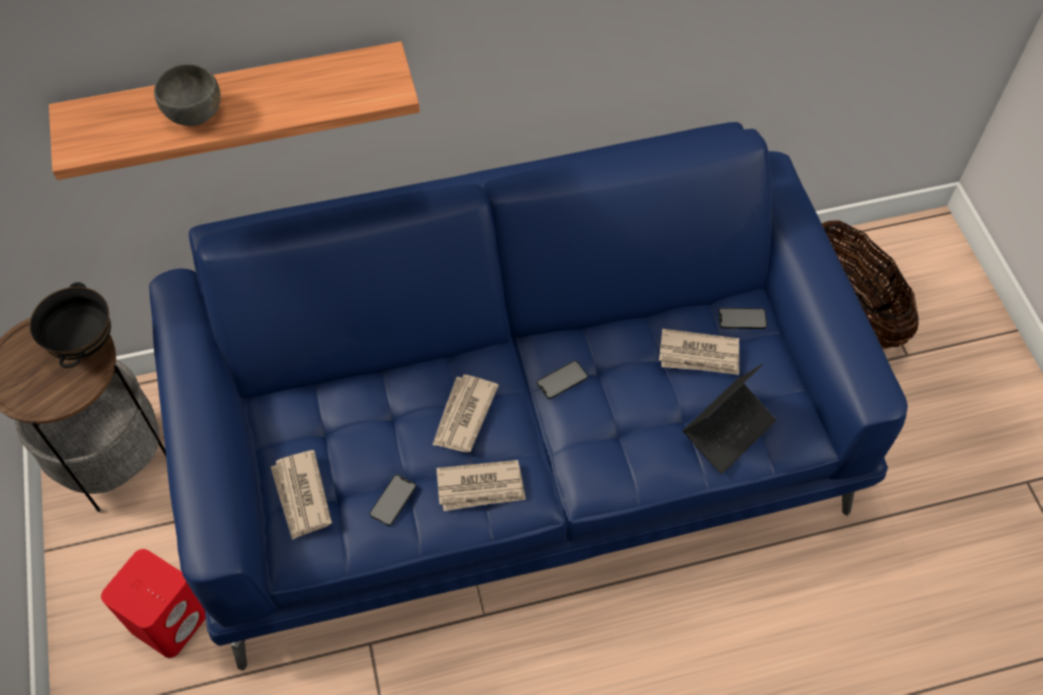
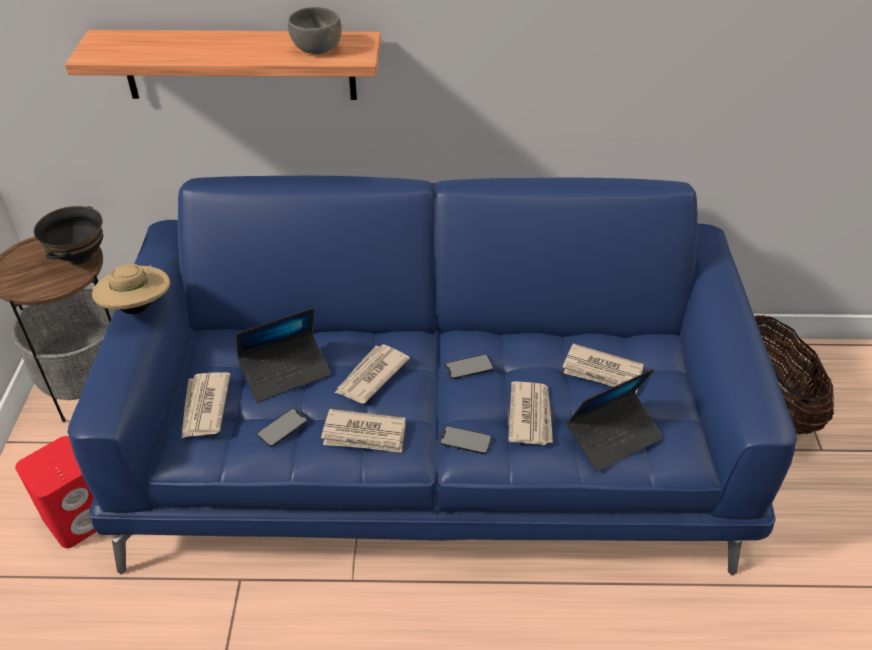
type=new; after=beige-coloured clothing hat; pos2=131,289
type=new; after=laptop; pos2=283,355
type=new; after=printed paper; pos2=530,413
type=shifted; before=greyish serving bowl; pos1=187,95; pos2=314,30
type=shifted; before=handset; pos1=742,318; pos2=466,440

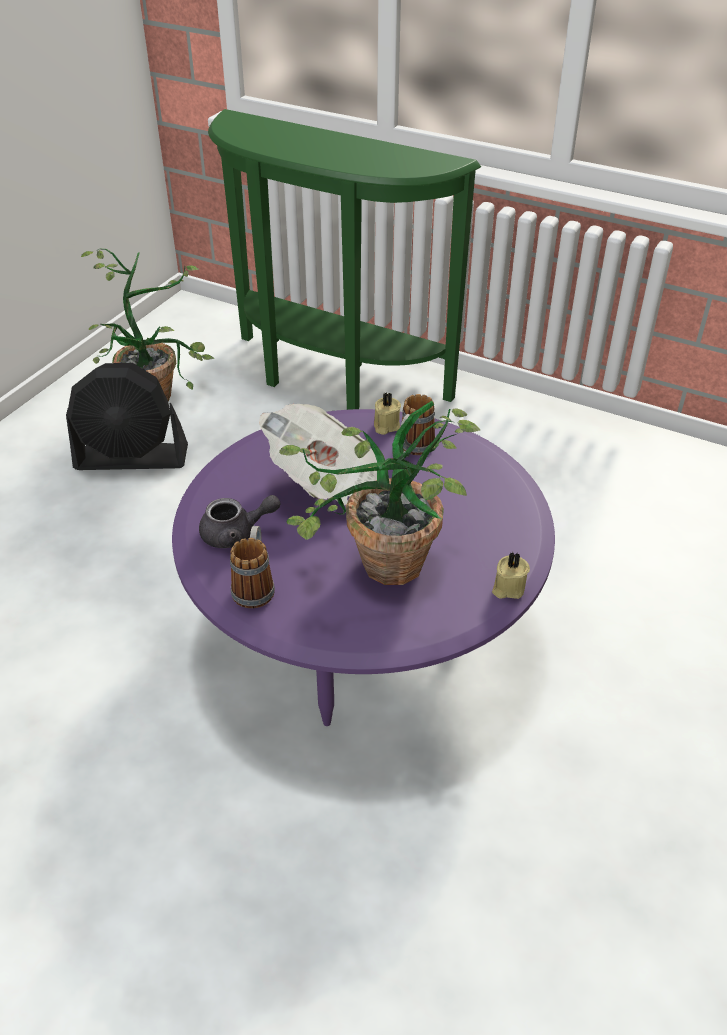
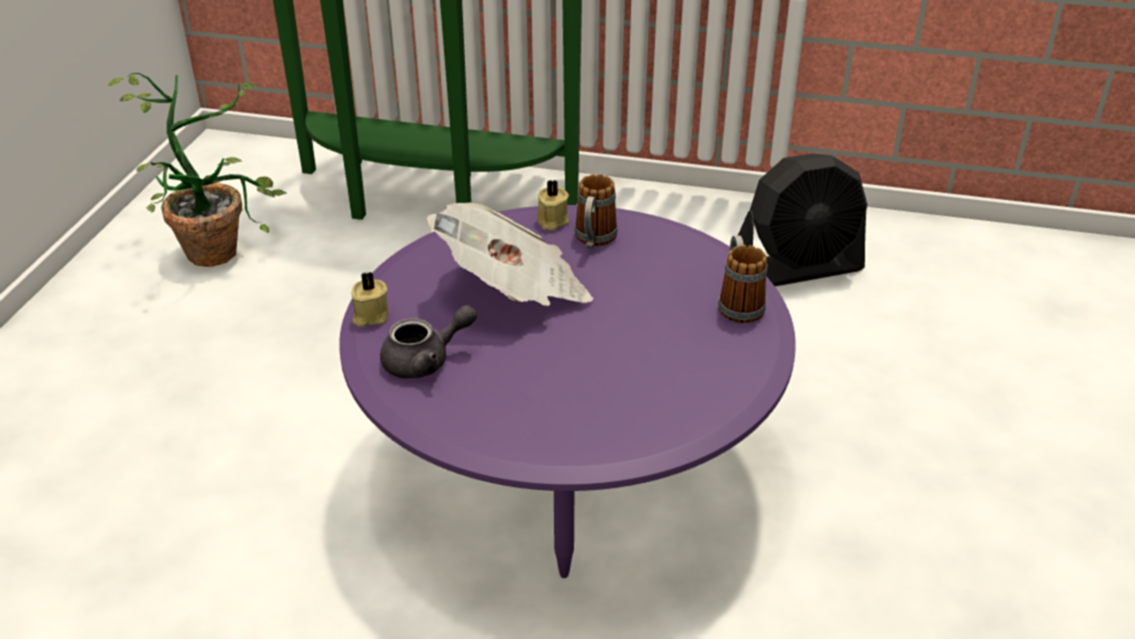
type=gone; before=potted plant; pos1=379,493
type=shifted; before=black-coloured cooling fan; pos1=127,416; pos2=803,219
type=shifted; before=tea mug; pos1=252,567; pos2=742,279
type=shifted; before=beige-coloured wax candle; pos1=511,575; pos2=369,299

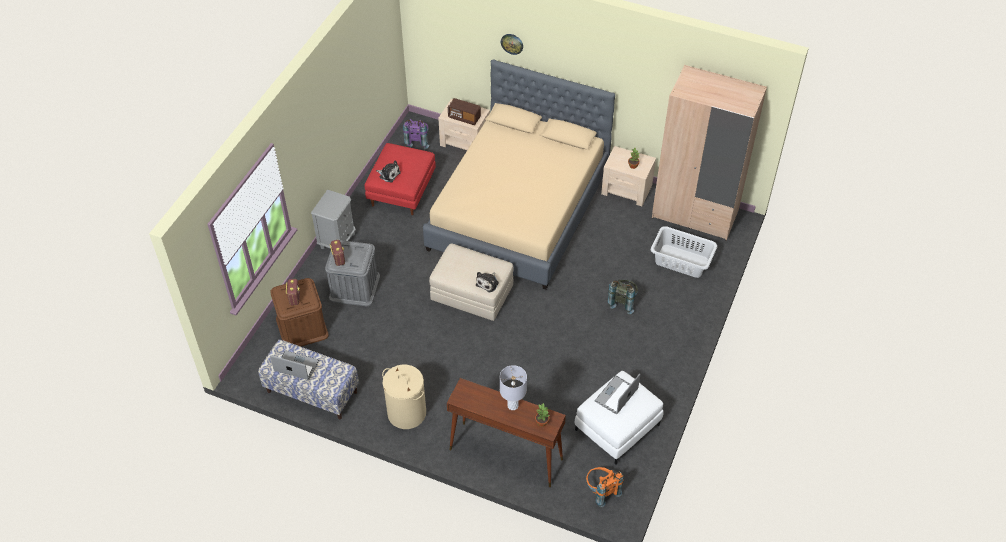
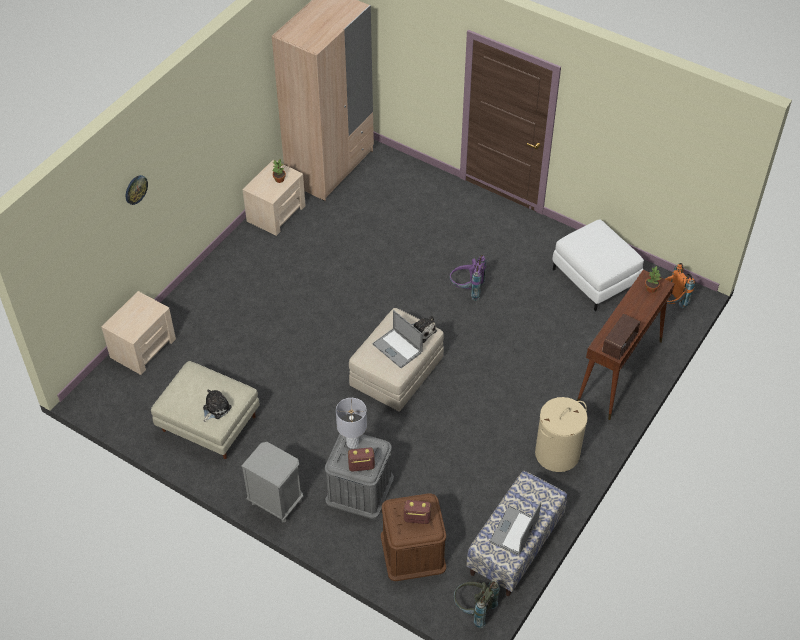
type=gone; before=beige-coloured bed; pos1=519,175
type=gone; before=greyish washing basket; pos1=684,252
type=shifted; before=purplish backpack; pos1=416,134; pos2=467,278
type=shifted; before=radio set; pos1=464,111; pos2=621,337
type=shifted; before=greyish tabletop lamp; pos1=513,387; pos2=351,423
type=shifted; before=laptop; pos1=617,394; pos2=397,339
type=shifted; before=greyish backpack; pos1=623,297; pos2=477,604
type=repainted; before=red pouffe; after=beige-coloured pouffe; pos1=400,179; pos2=205,410

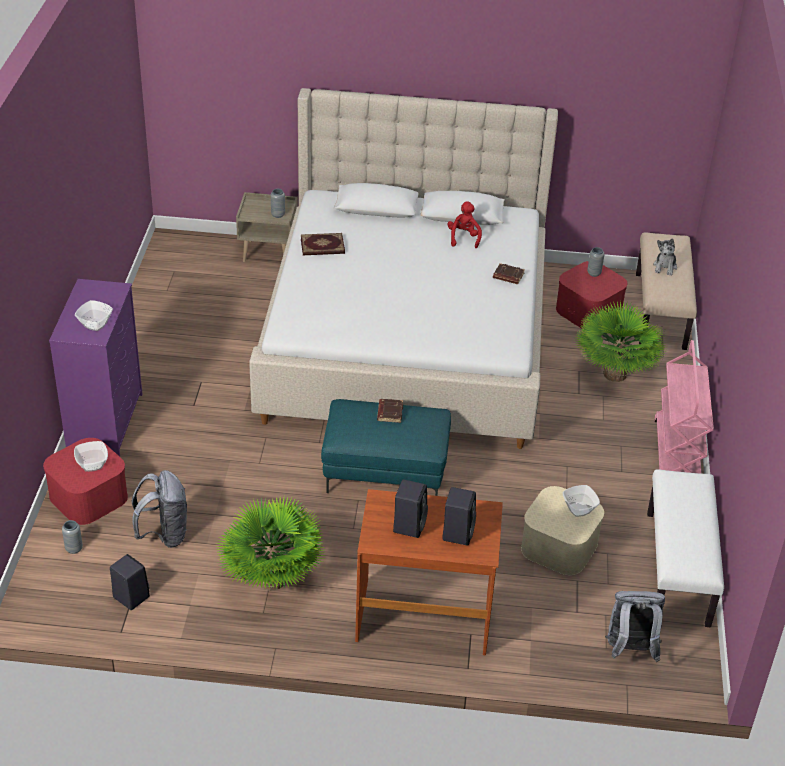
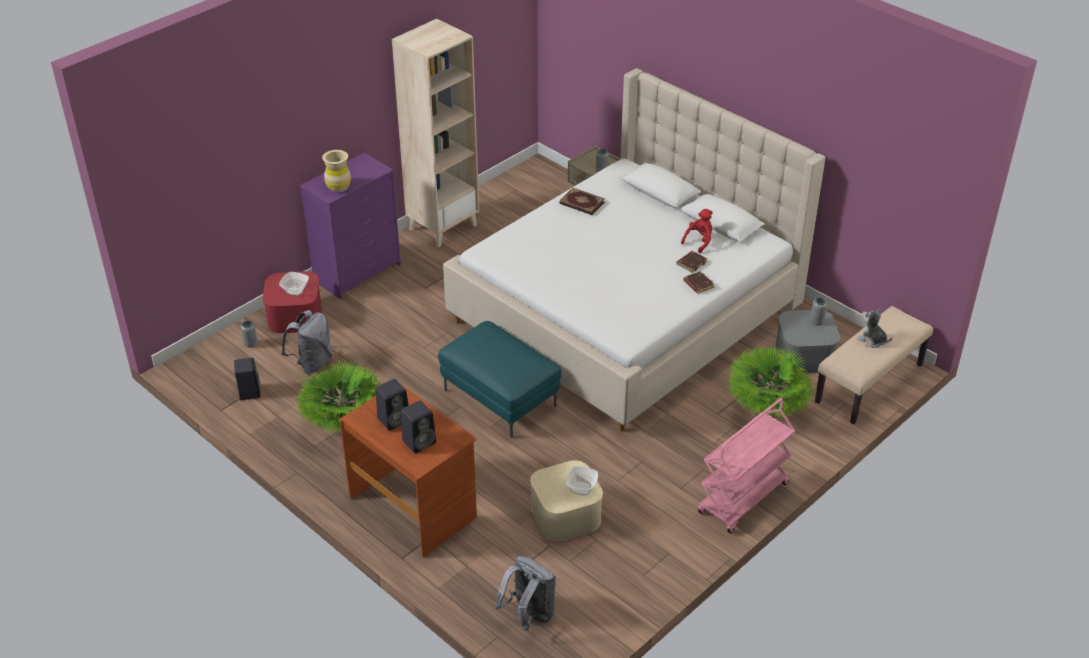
type=gone; before=whitish indoor bench; pos1=685,548
type=new; after=beige-coloured bookshelf; pos2=435,133
type=shifted; before=brownish book; pos1=390,411; pos2=692,262
type=swapped; before=serving bowl; after=beige-coloured flower vase; pos1=94,315; pos2=336,171
type=repainted; before=red storage box; after=greyish storage box; pos1=592,295; pos2=807,342
type=rotated; before=plush toy; pos1=665,257; pos2=874,328; turn=75

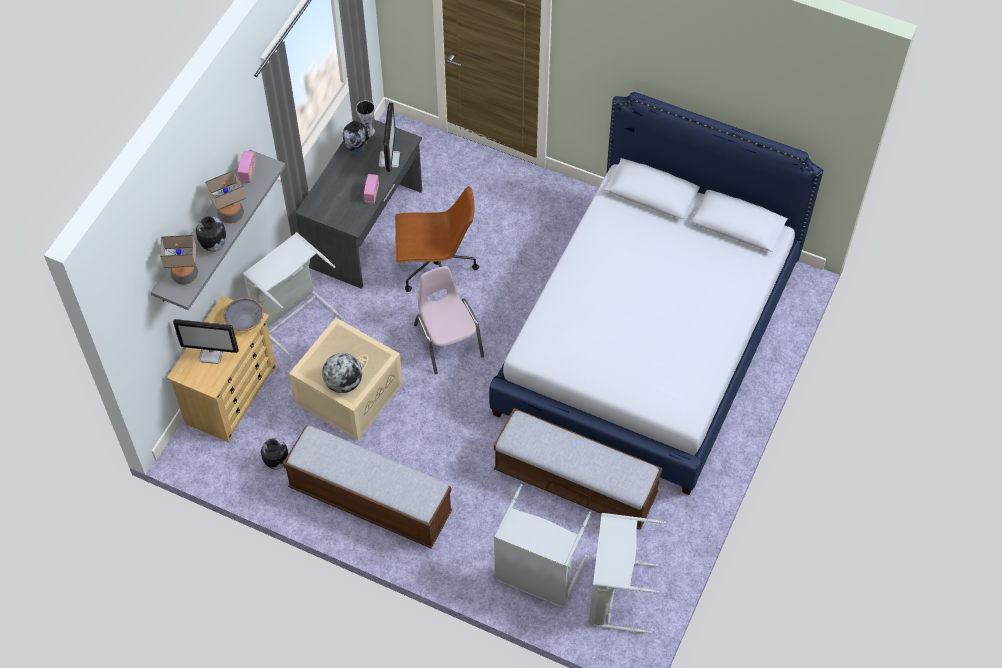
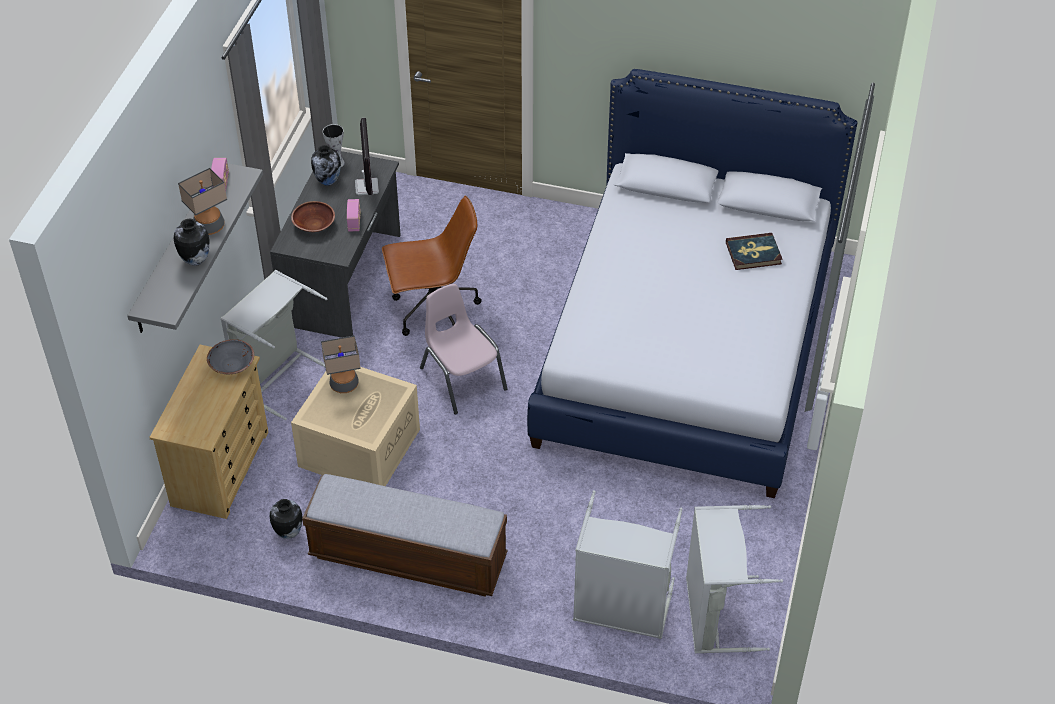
type=gone; before=computer screen; pos1=206,341
type=gone; before=world globe; pos1=342,373
type=gone; before=indoor bench; pos1=578,469
type=new; after=brownish serving bowl; pos2=313,216
type=new; after=book; pos2=754,251
type=shifted; before=tabletop lamp; pos1=179,260; pos2=341,364

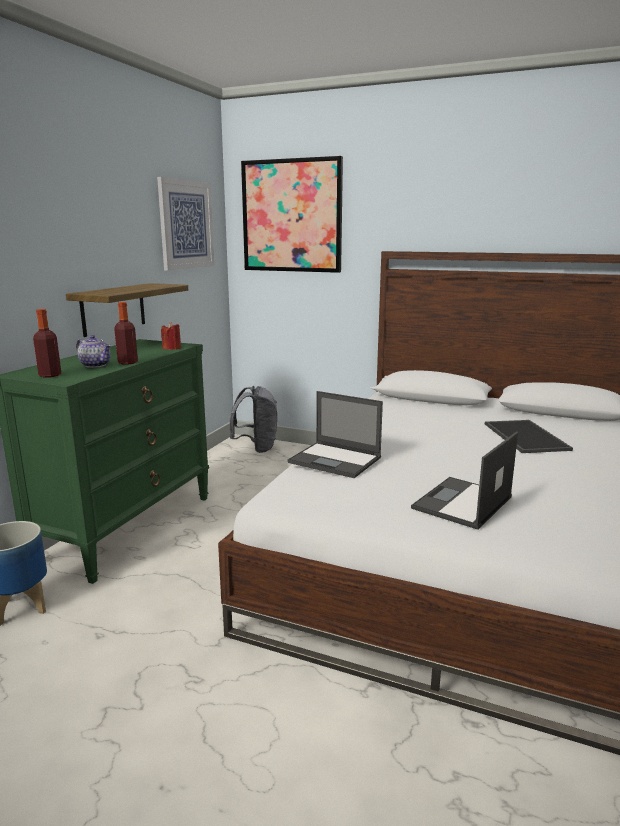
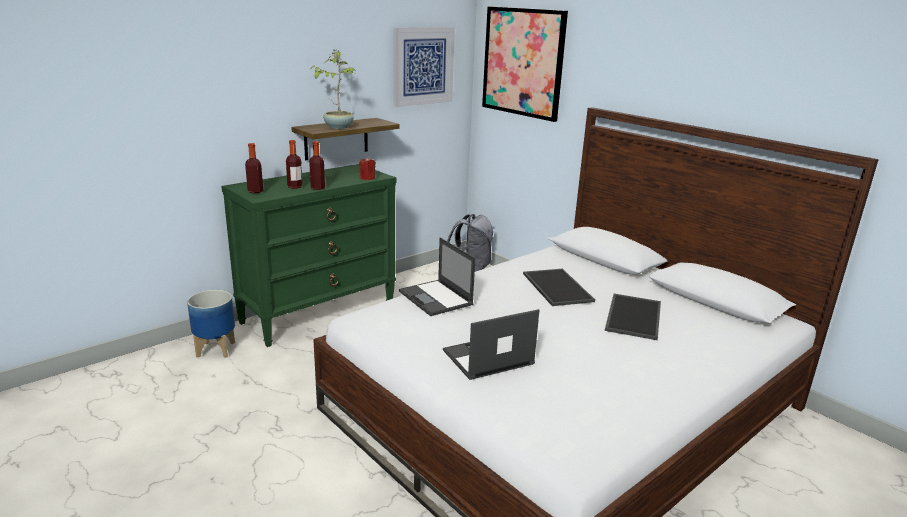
type=new; after=potted plant; pos2=332,89
type=new; after=carrying tray; pos2=559,287
type=swapped; before=pot for tea; after=drink bottle; pos1=93,351; pos2=294,164

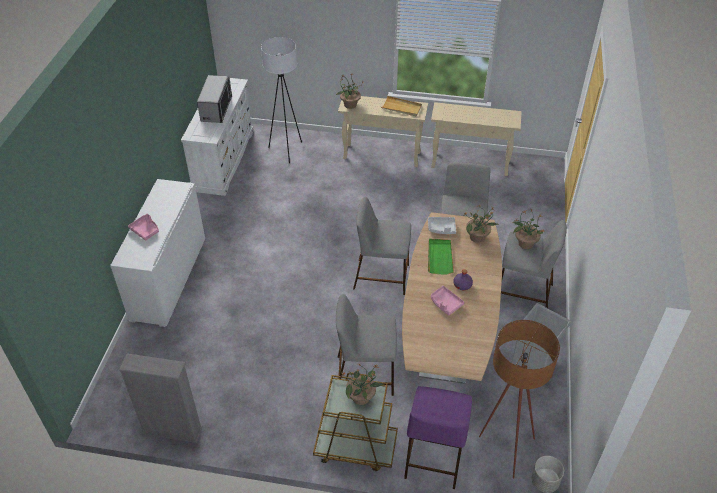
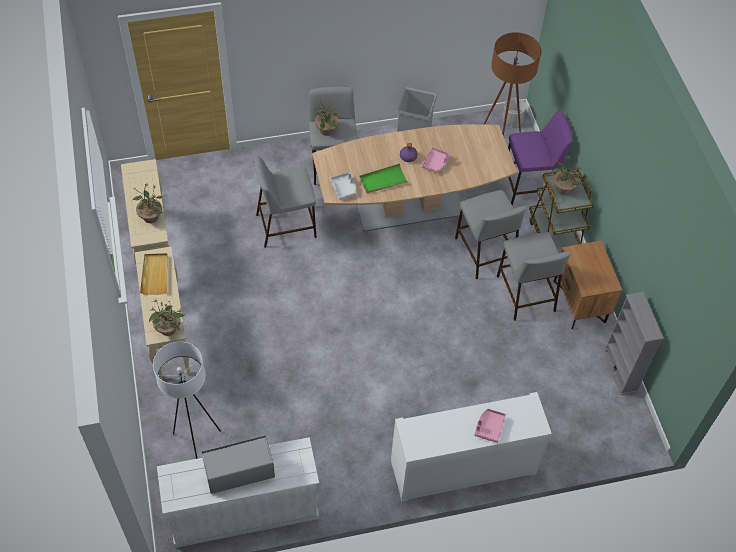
type=new; after=brownish nightstand; pos2=587,285
type=shifted; before=greyish stool seat; pos1=382,246; pos2=534,276
type=shifted; before=potted plant; pos1=481,224; pos2=147,203

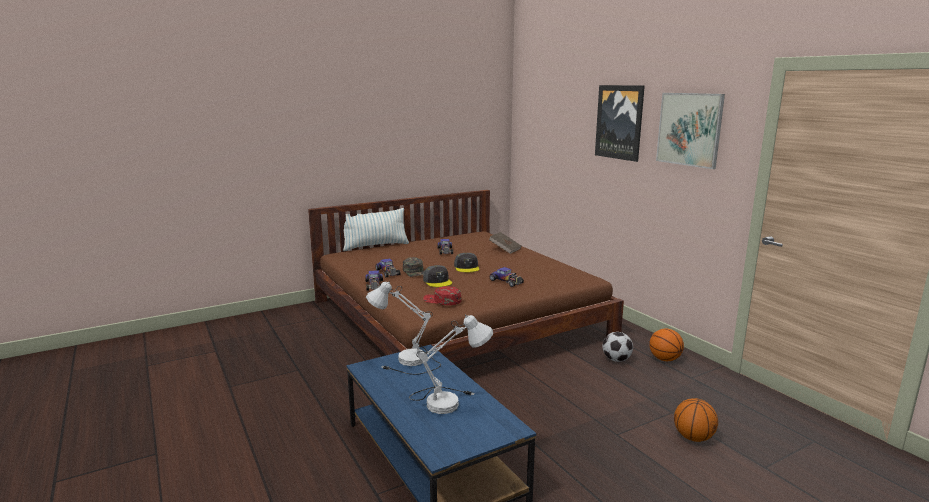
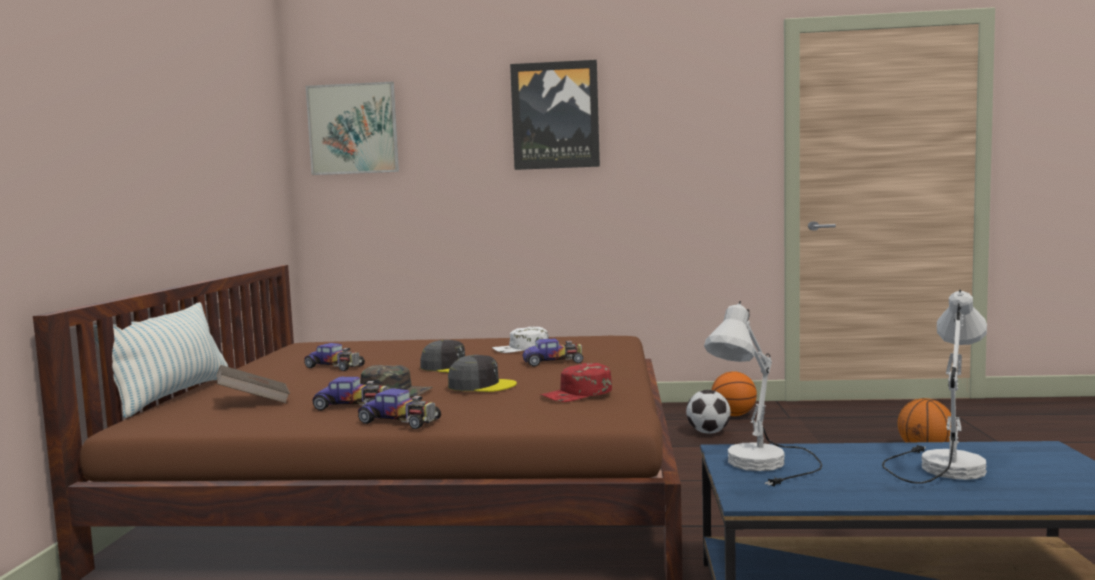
type=new; after=whitish peaked cap; pos2=520,339
type=shifted; before=brownish book; pos1=505,243; pos2=253,384
type=shifted; before=wall picture; pos1=690,131; pos2=352,128

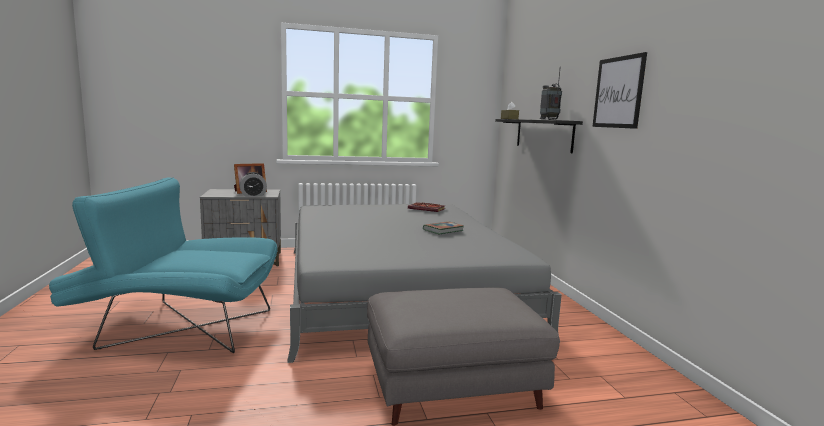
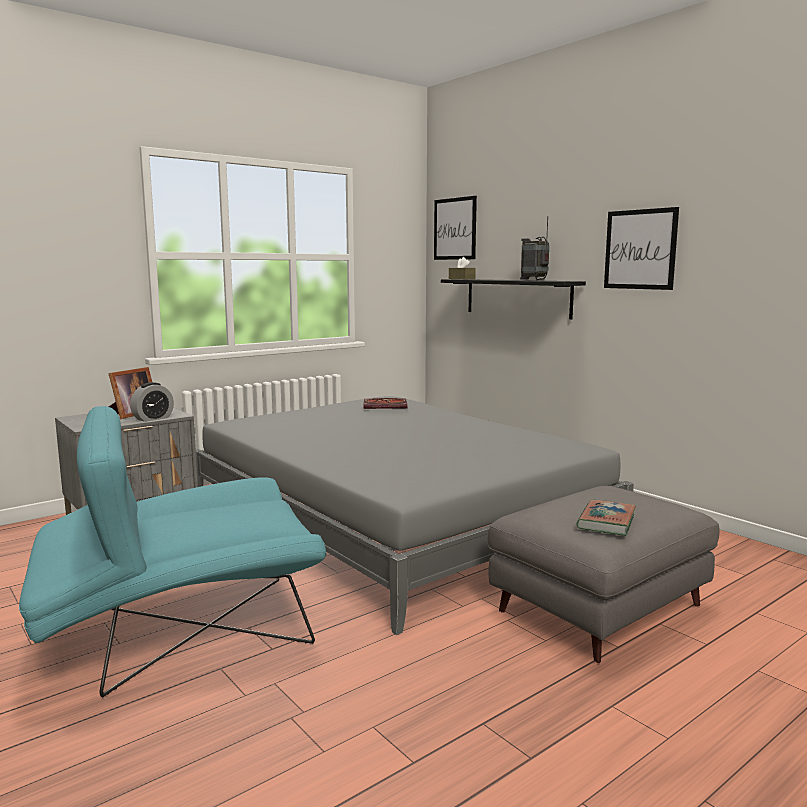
type=new; after=wall picture; pos2=455,228
type=shifted; before=book; pos1=443,227; pos2=606,517

